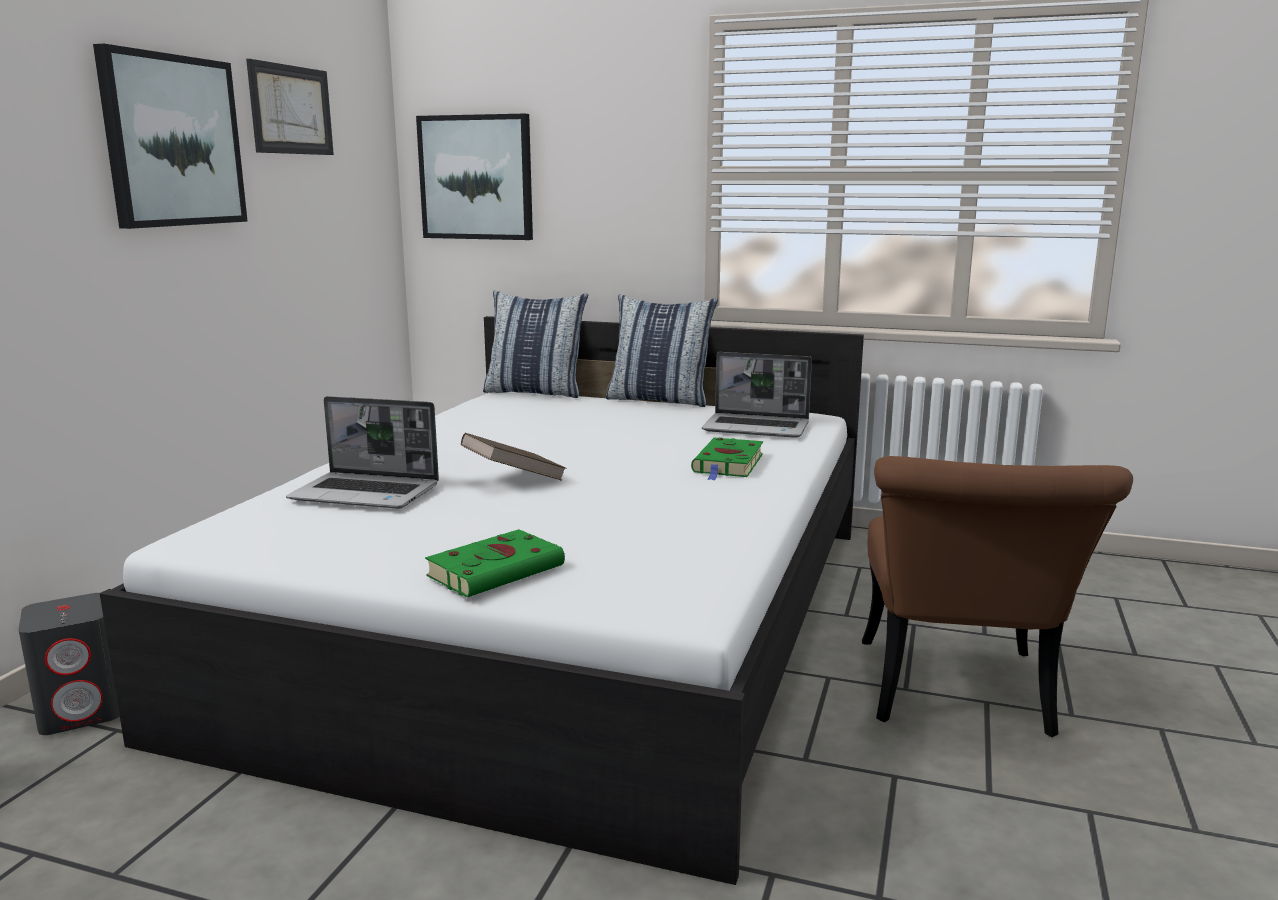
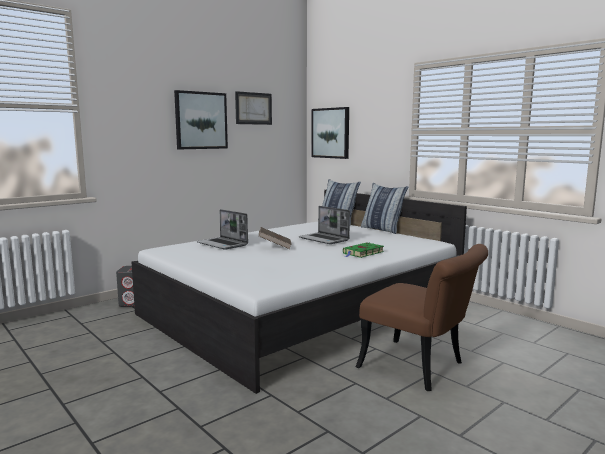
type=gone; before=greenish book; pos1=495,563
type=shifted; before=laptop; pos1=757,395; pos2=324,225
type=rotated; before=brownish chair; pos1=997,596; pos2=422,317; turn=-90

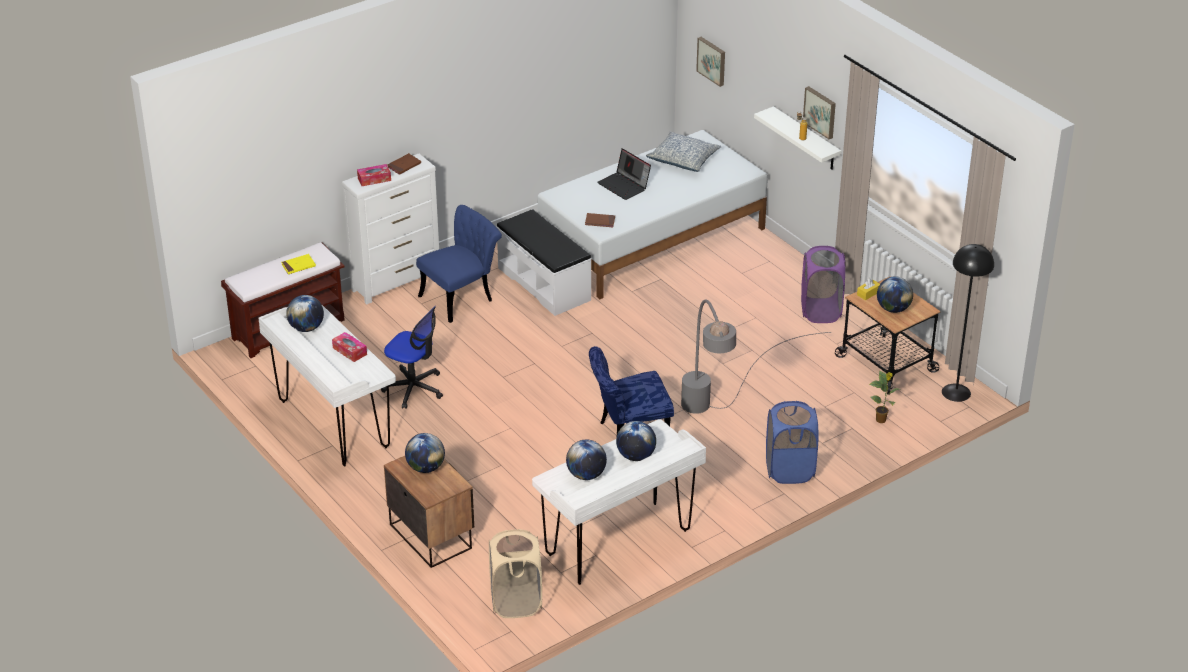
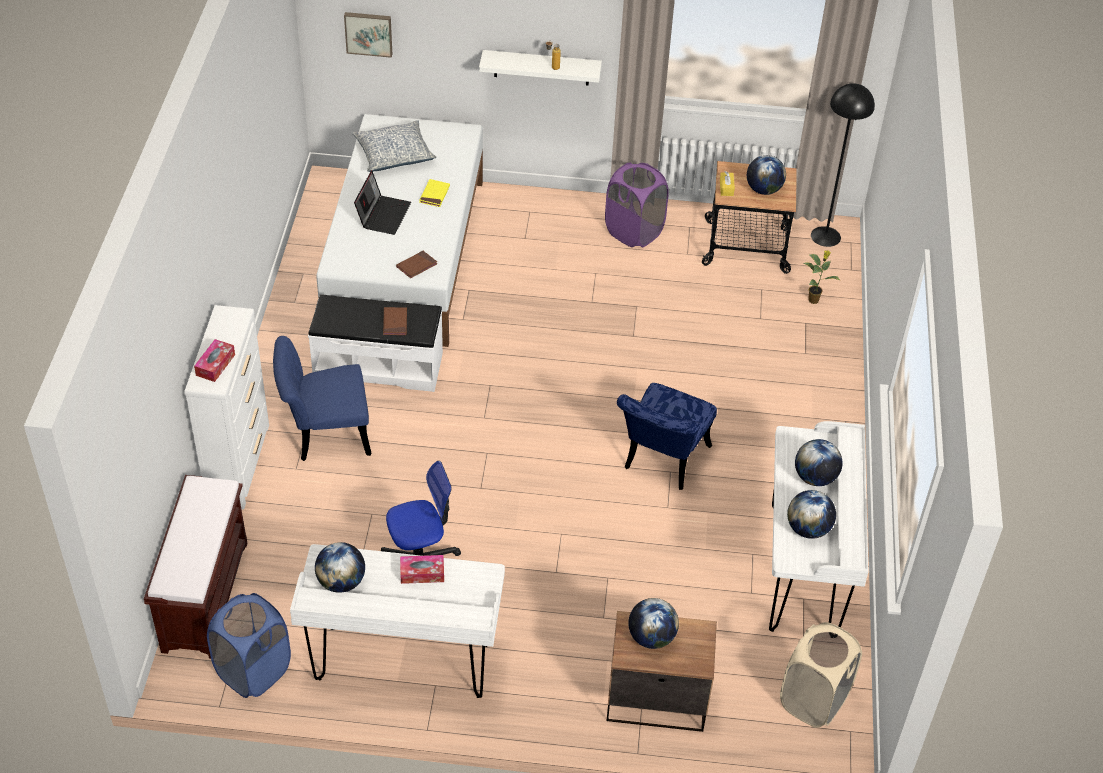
type=gone; before=greyish floor lamp; pos1=756,356
type=gone; before=wall picture; pos1=819,112
type=shifted; before=yellowish book; pos1=298,264; pos2=434,193
type=shifted; before=brownish book; pos1=404,164; pos2=395,321
type=shifted; before=bluish washing basket; pos1=792,442; pos2=249,645
type=rotated; before=bluish chair; pos1=459,264; pos2=322,398; turn=-105
type=rotated; before=laptop; pos1=624,174; pos2=382,203; turn=-75

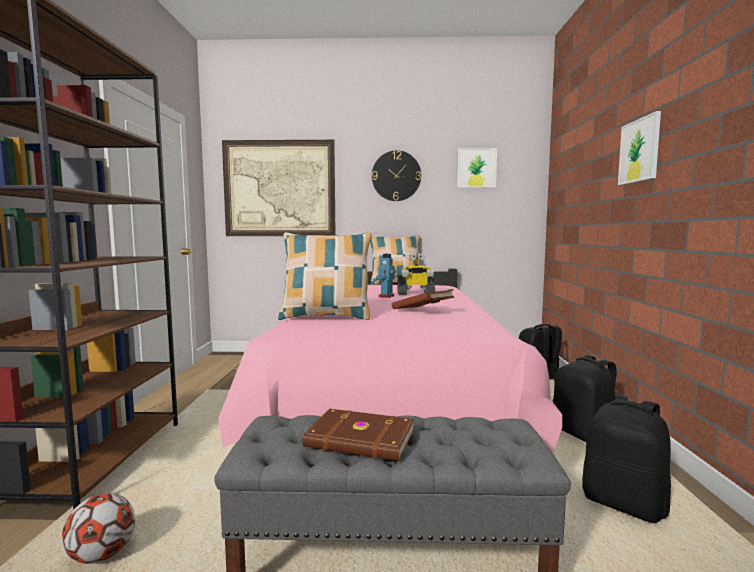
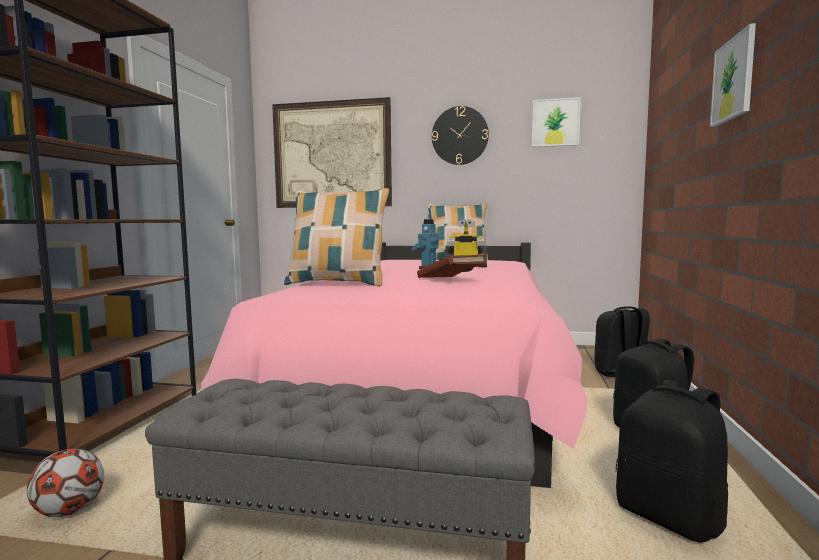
type=gone; before=brownish book; pos1=358,435

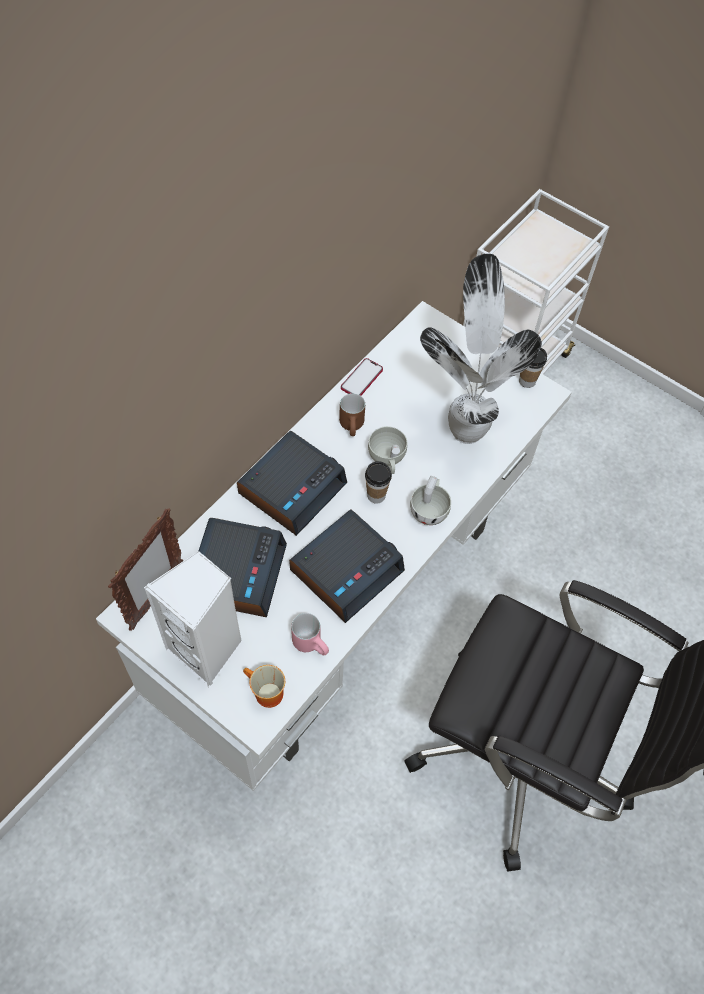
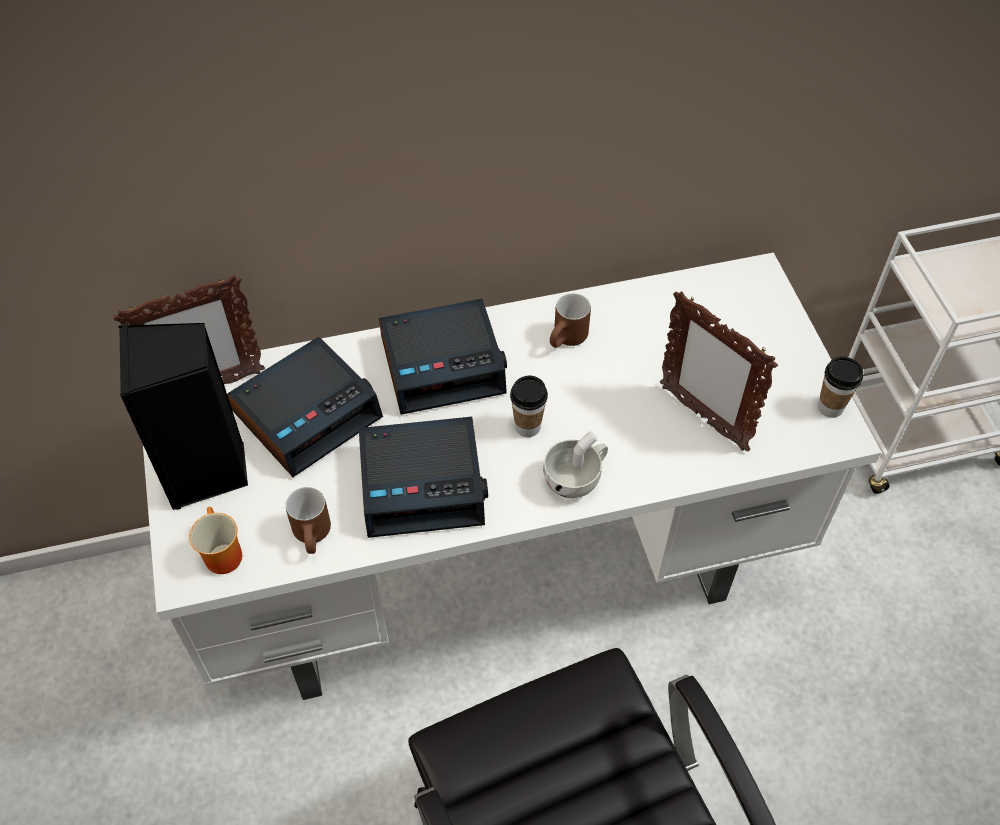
type=gone; before=handset; pos1=362,377
type=gone; before=whitish small cup; pos1=387,450
type=swapped; before=potted plant; after=standing frame; pos1=481,349; pos2=719,371
type=repainted; before=whitish audio speaker; after=black-coloured audio speaker; pos1=193,619; pos2=183,416
type=repainted; before=pink tea mug; after=brownish tea mug; pos1=310,634; pos2=308,520

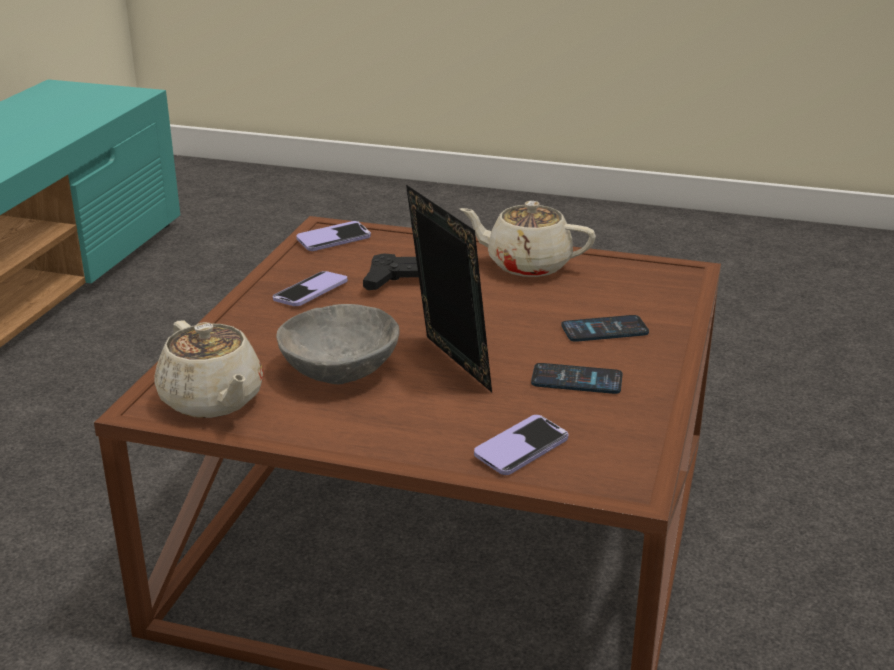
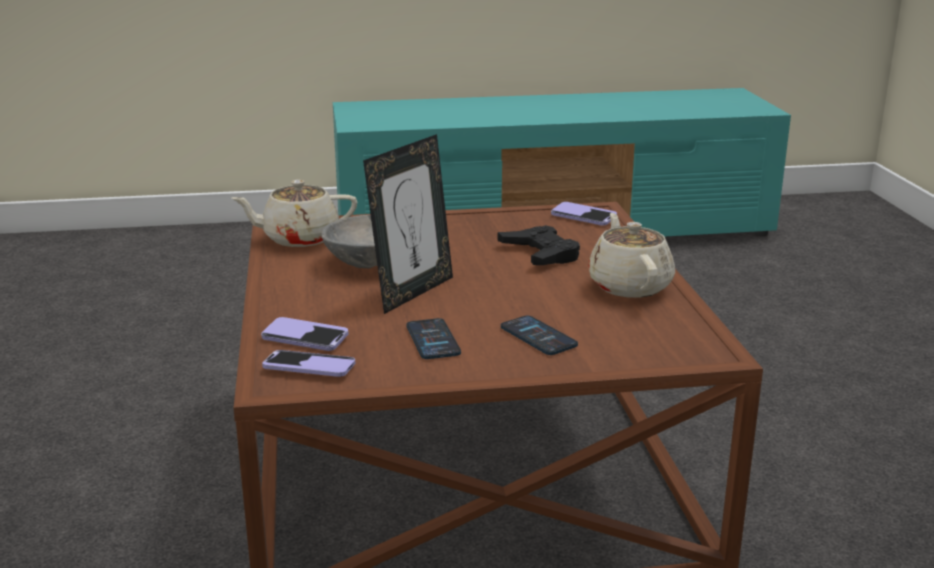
type=shifted; before=handset; pos1=310,288; pos2=308,363
type=rotated; before=beige-coloured pot for tea; pos1=209,369; pos2=294,213; turn=45

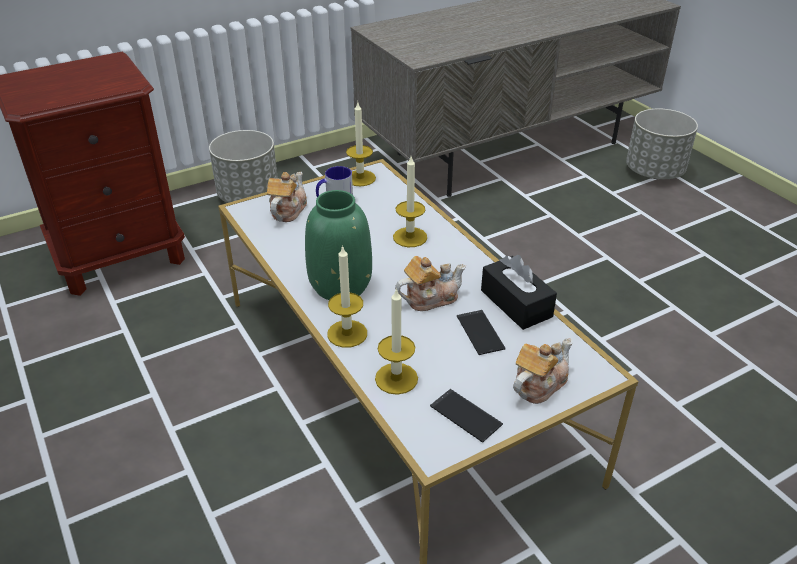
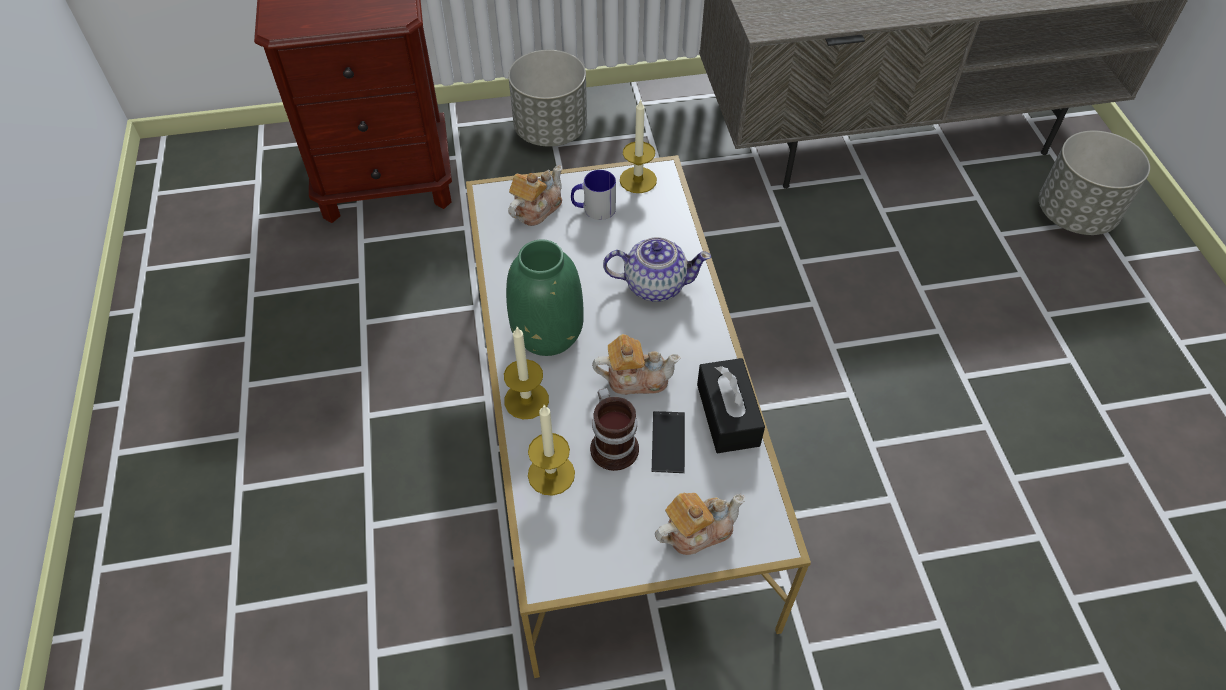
type=gone; before=handset; pos1=466,416
type=new; after=tea mug; pos2=614,429
type=swapped; before=wax candle; after=pot for tea; pos1=410,202; pos2=657,269

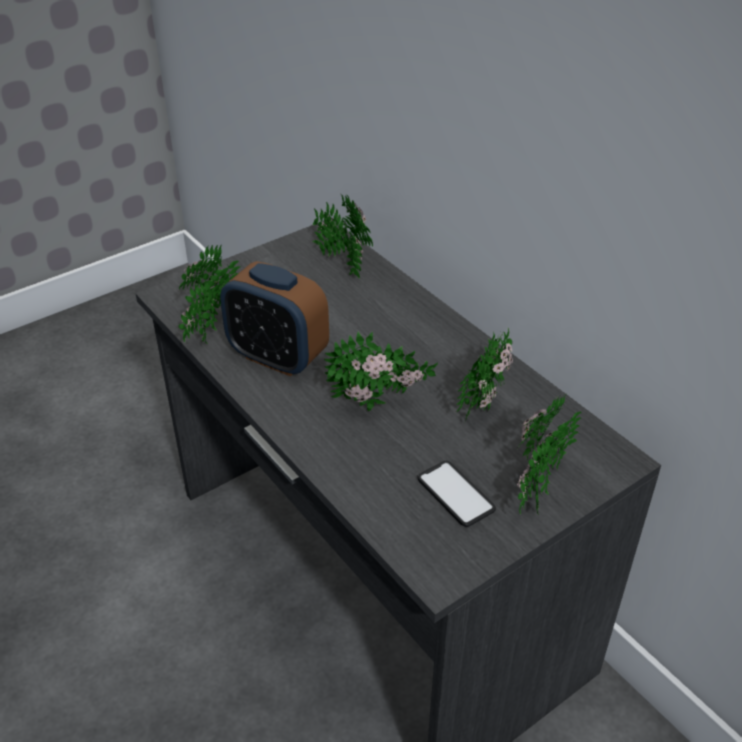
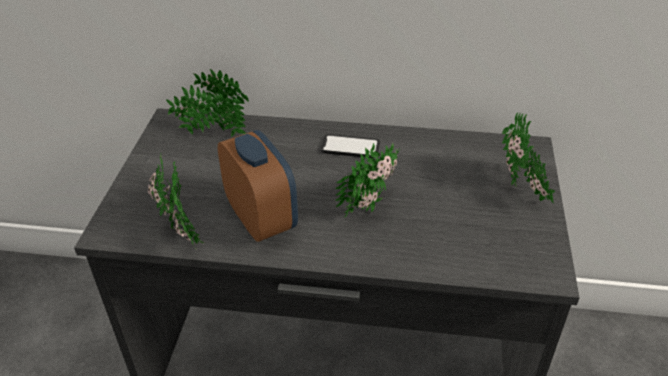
type=gone; before=potted plant; pos1=484,375
type=shifted; before=handset; pos1=456,494; pos2=350,146
type=rotated; before=table clock; pos1=274,318; pos2=258,186; turn=-105

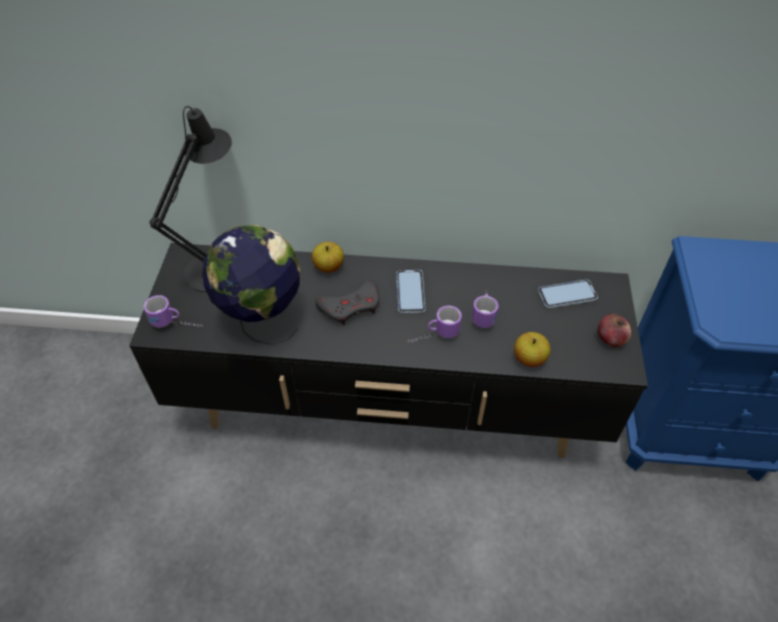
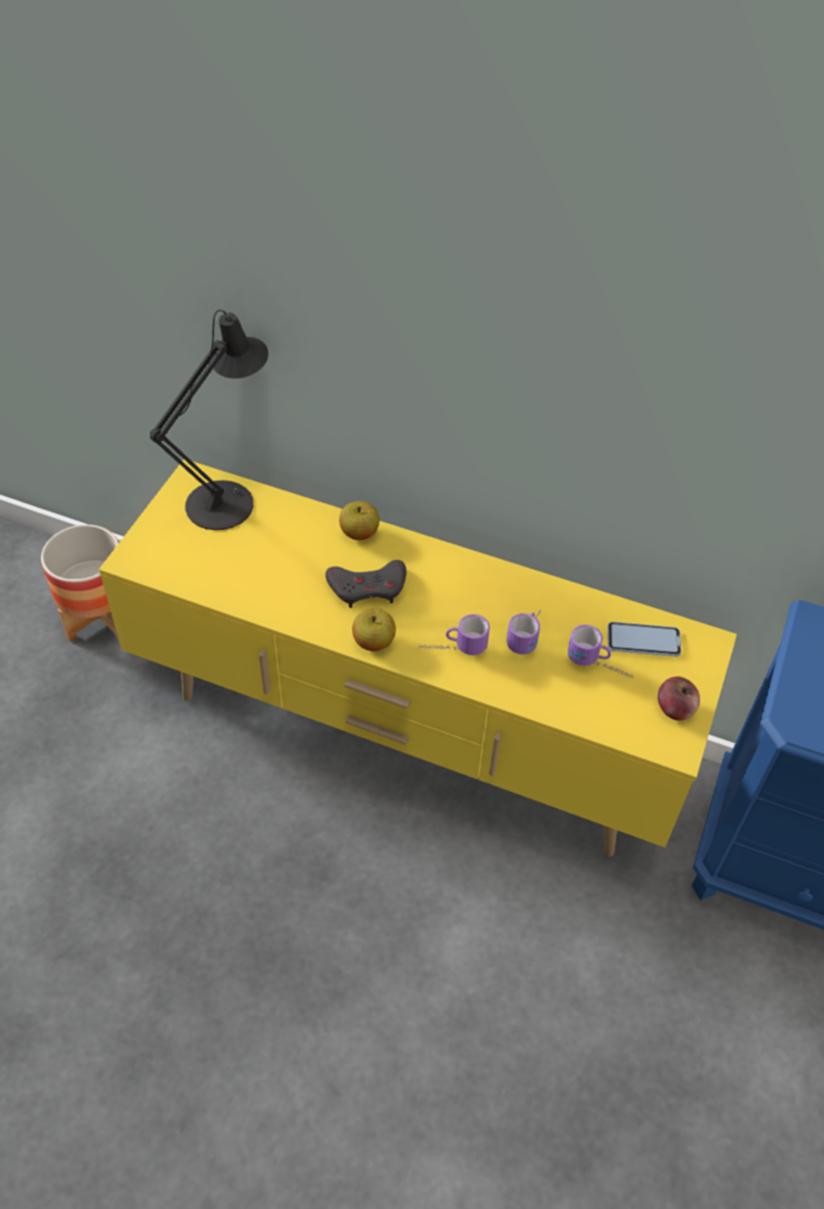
type=gone; before=world globe; pos1=252,285
type=gone; before=handset; pos1=411,291
type=new; after=flower pot; pos2=80,583
type=shifted; before=tea mug; pos1=173,311; pos2=600,651
type=shifted; before=whole apple; pos1=532,349; pos2=374,629
type=repainted; before=black-coloured media console; after=yellowish media console; pos1=388,350; pos2=418,658

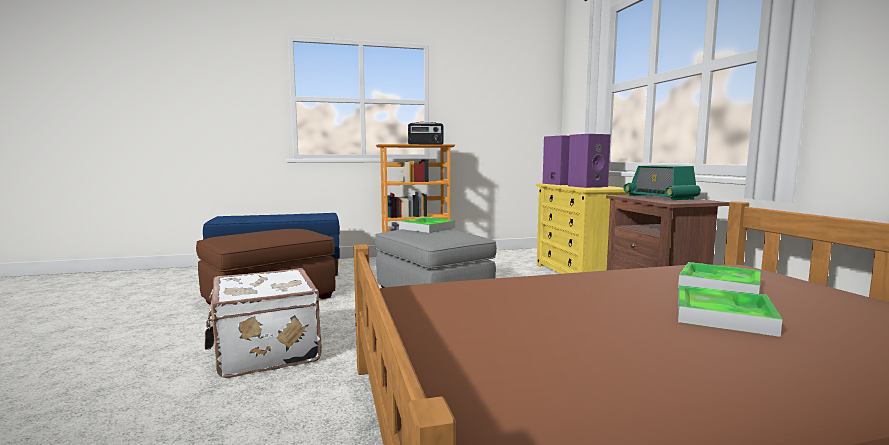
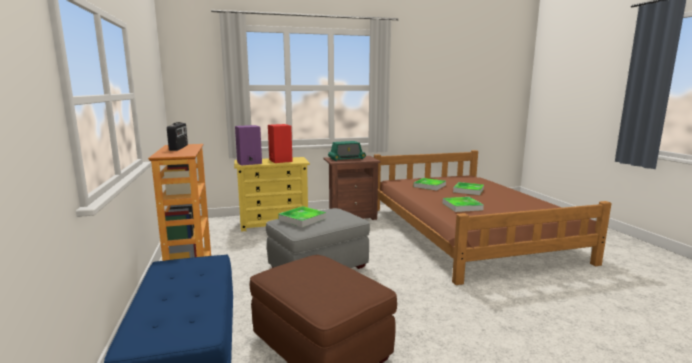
type=gone; before=whitish travel case; pos1=263,323
type=new; after=carrying tray; pos2=463,204
type=repainted; before=purplish audio speaker; after=red audio speaker; pos1=589,161; pos2=280,143

